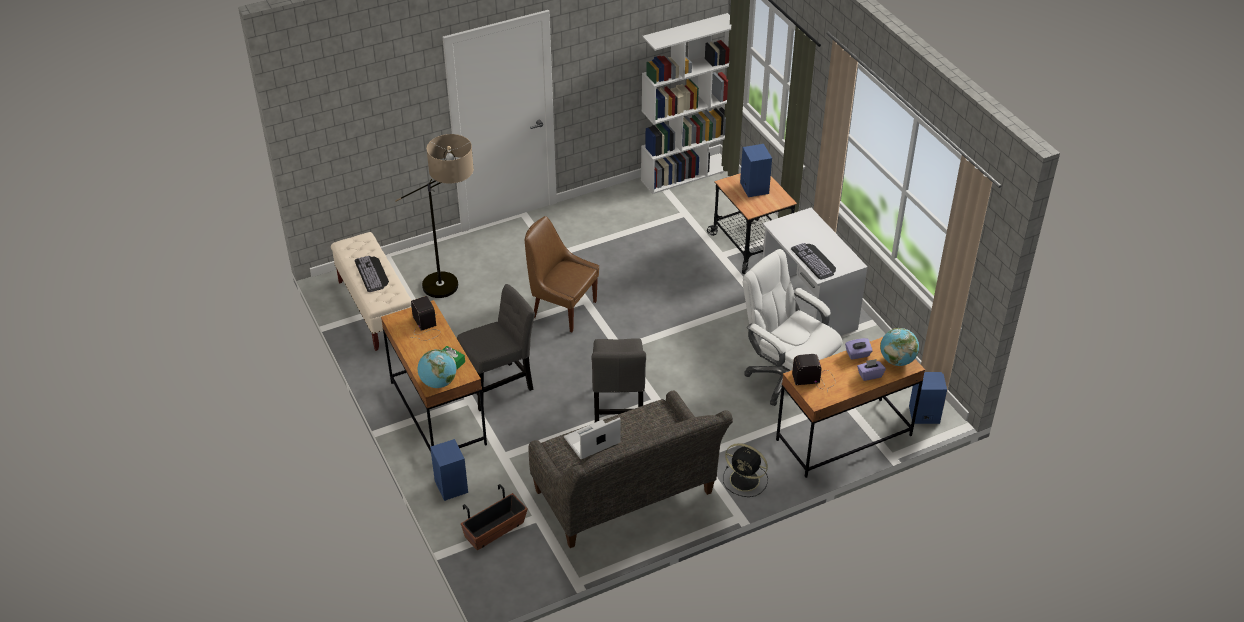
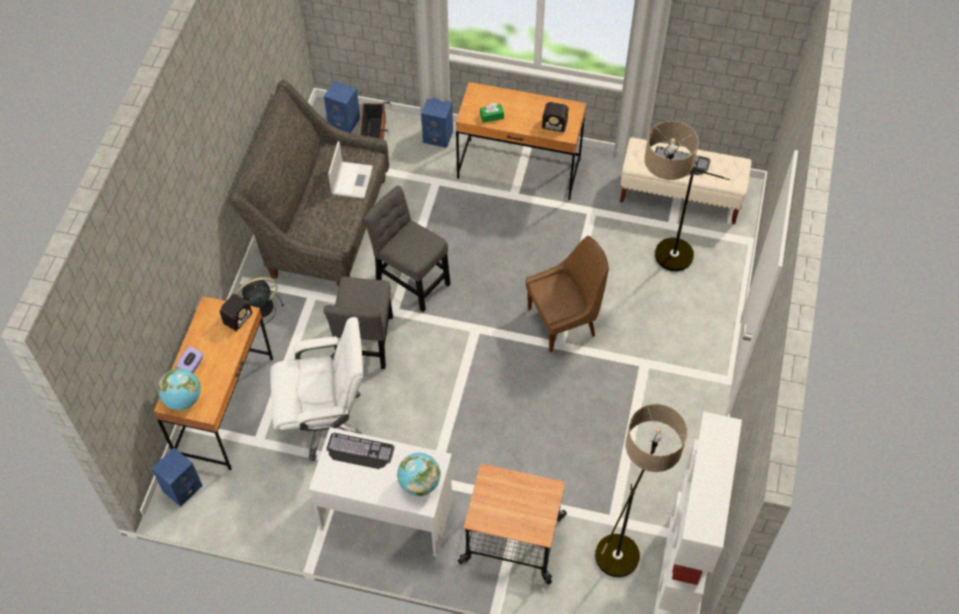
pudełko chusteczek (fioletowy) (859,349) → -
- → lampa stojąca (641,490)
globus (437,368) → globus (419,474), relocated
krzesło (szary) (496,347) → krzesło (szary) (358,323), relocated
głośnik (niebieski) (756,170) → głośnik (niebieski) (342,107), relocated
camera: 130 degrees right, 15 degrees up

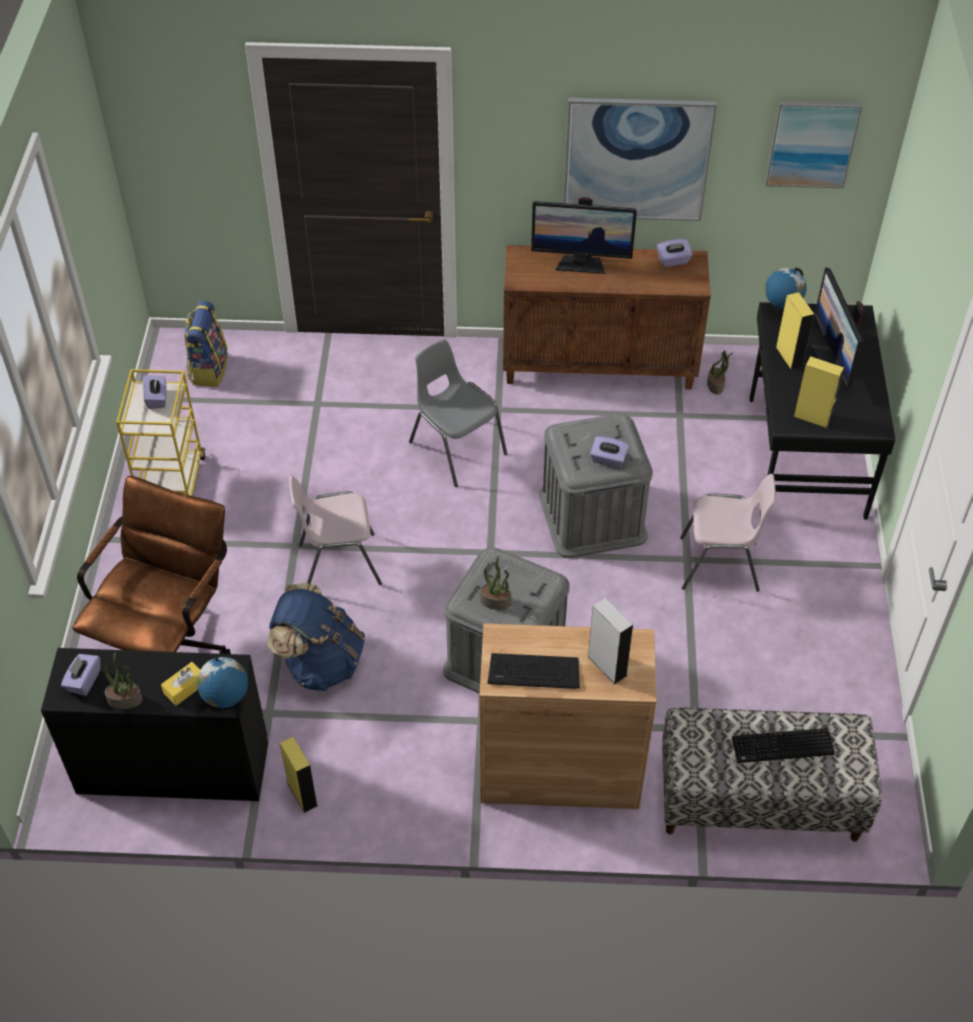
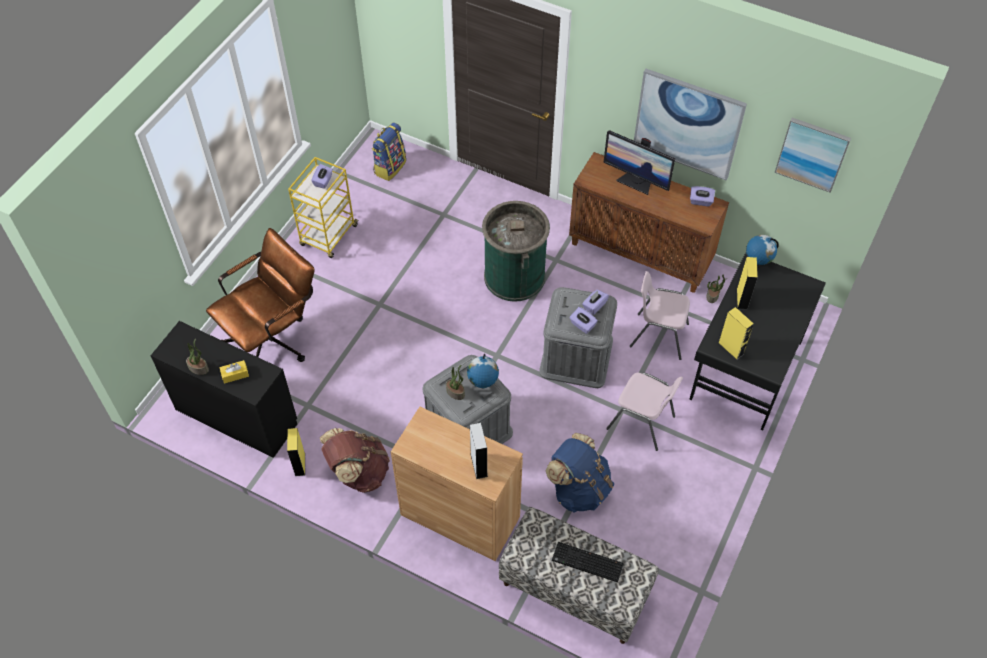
klawiatura (533,671) → -
monitor (838,328) → -
- → plecak (brązowy) (355,460)
pudełko chusteczek (fioletowy) (81,675) → pudełko chusteczek (fioletowy) (595,302), relocated
globus (222,681) → globus (483,371), relocated
plecak (niebieski) (316,637) → plecak (niebieski) (580,472), relocated
krzesło (różowy) (335,530) → krzesło (różowy) (660,315), relocated
krzesło (szary) (458,413) → kosz na śmieci (zielony) (516,251)
camera: 25 degrees right, 5 degrees up

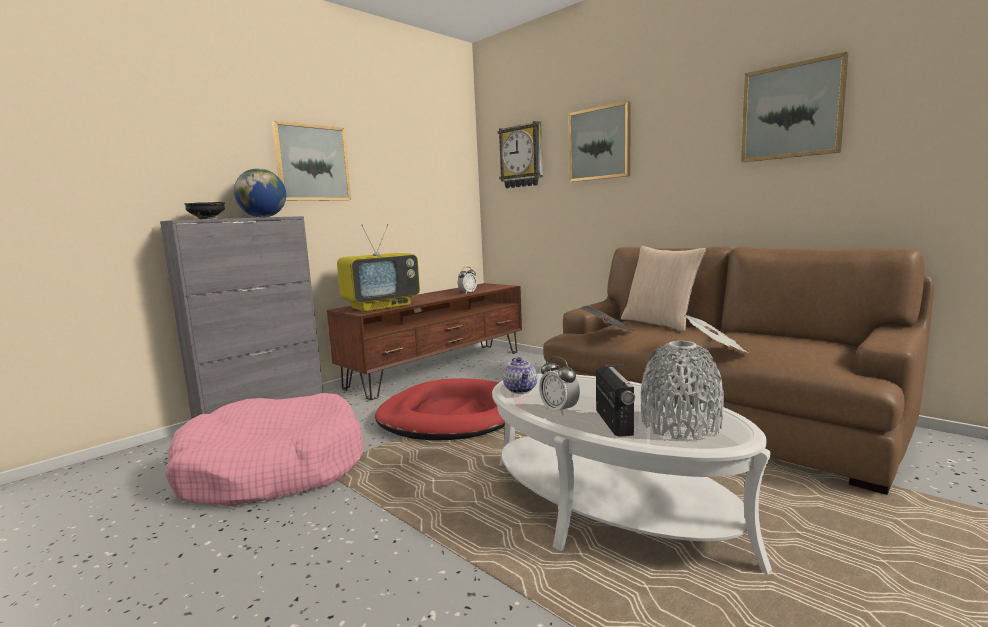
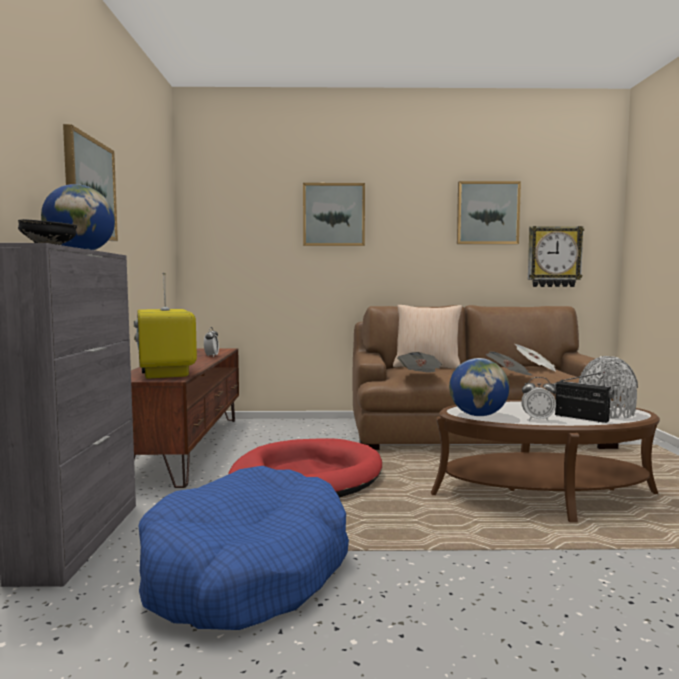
- → gazeta (536,358)
zegar ścienny (520,154) → zegar ścienny (556,256), relocated
imbryk (520,375) → globus (479,387)
legowisko (różowy) (264,449) → legowisko (niebieski) (243,548)
ława (biały) (632,474) → ława (brązowy) (545,461)
telewizor (378,268) → telewizor (165,326), 150 degrees clockwise
camera: 45 degrees left, 5 degrees down

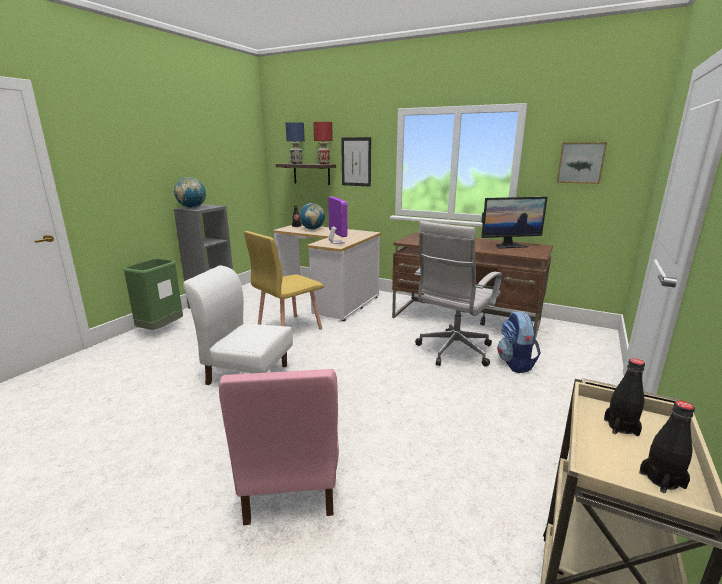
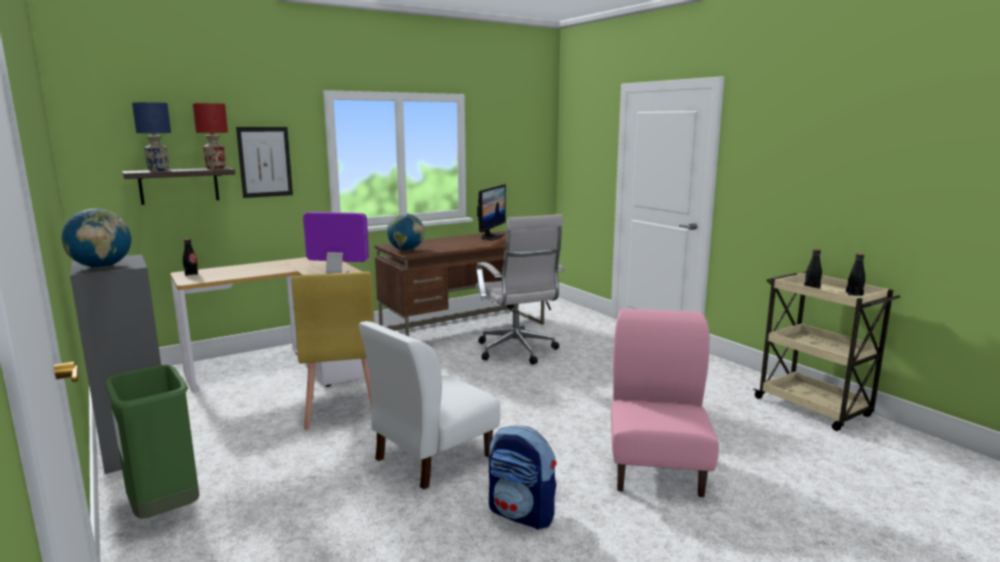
obraz (582,163) → -
globus (312,216) → globus (405,232), relocated
plecak (519,342) → plecak (523,478), relocated
krzesło (różowy) (279,447) → krzesło (różowy) (665,403), 105 degrees counterclockwise
camera: 60 degrees left, 5 degrees down

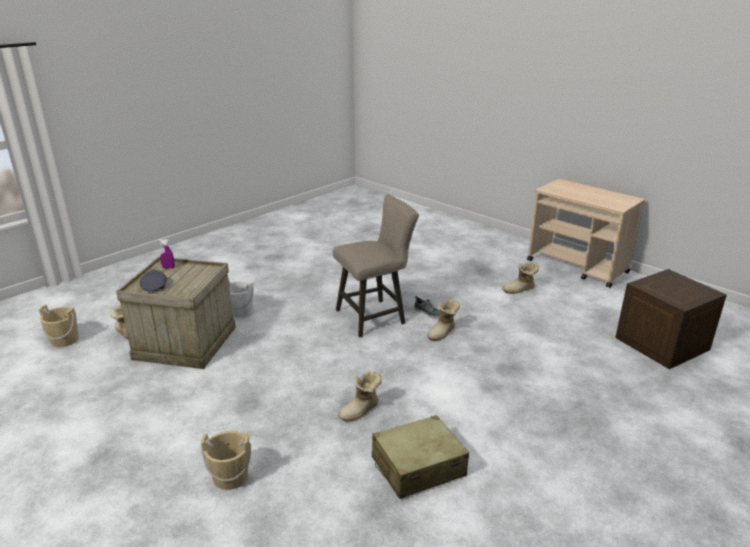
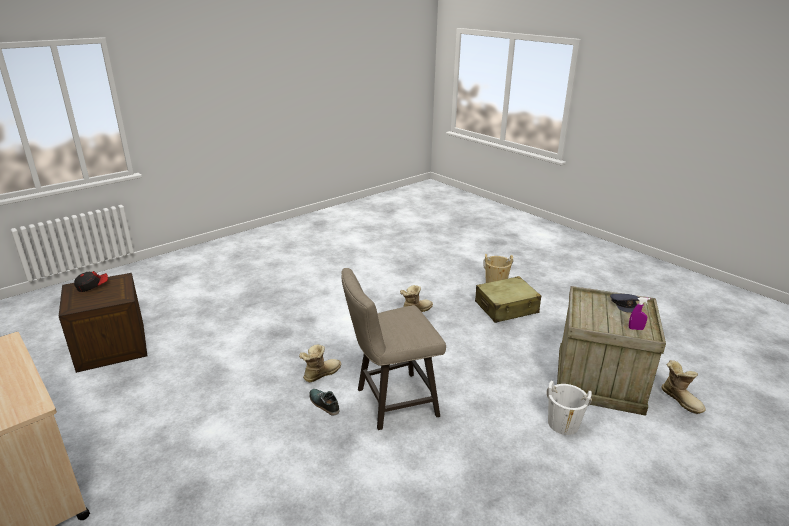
wiadro (beżowy) (58,326) → -
but z cholewką (520,278) → -
- → czapka z daszkiem (91,281)
walizka (beżowy) (420,457) → walizka (beżowy) (508,299), relocated
camera: 175 degrees left, 0 degrees up

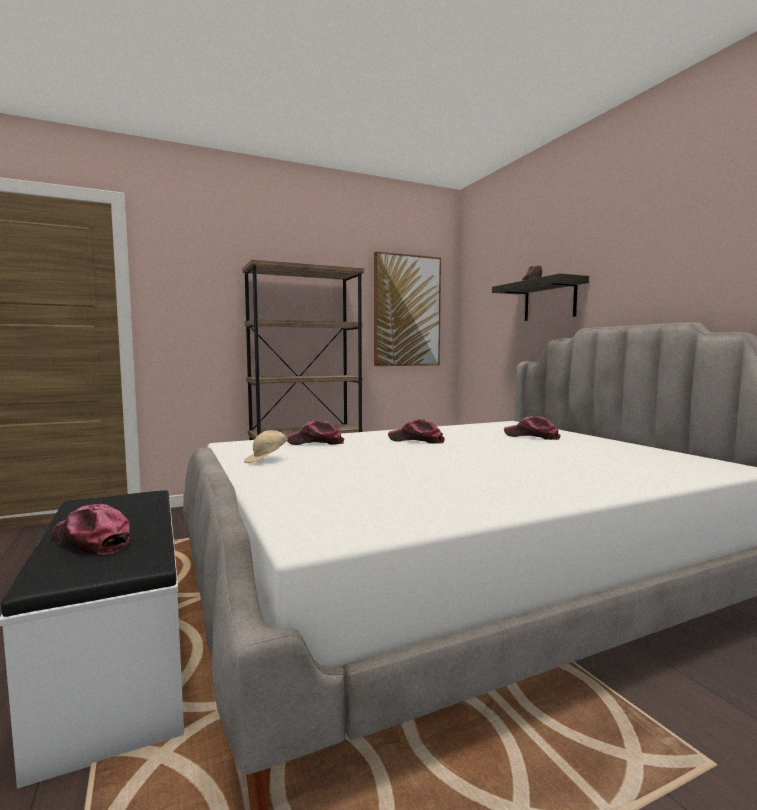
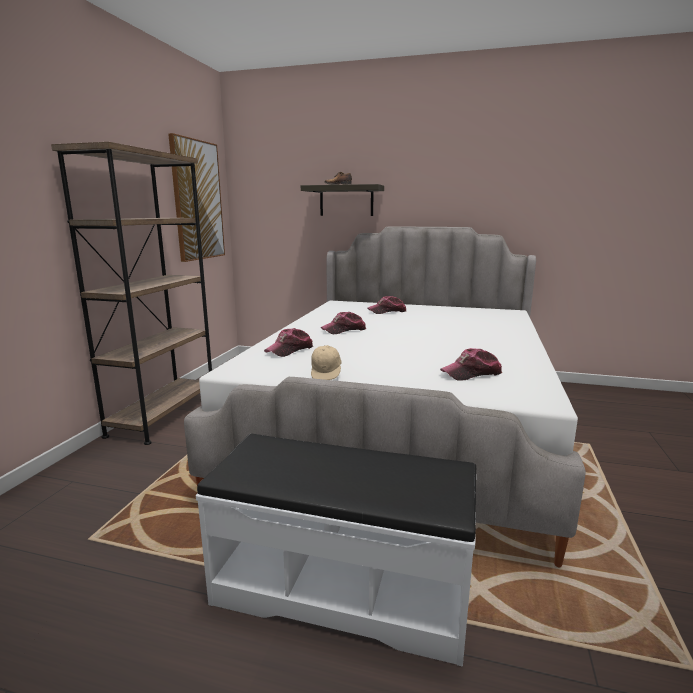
czapka z daszkiem (90,529) → czapka z daszkiem (471,364), relocated
camera: 50 degrees left, 10 degrees up

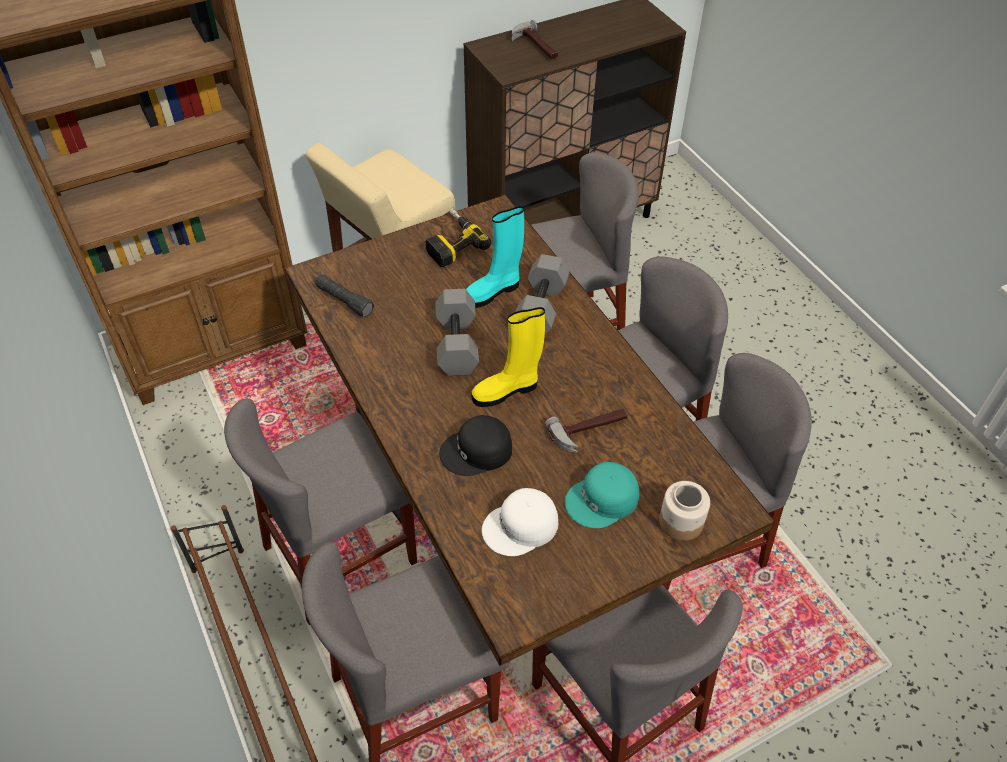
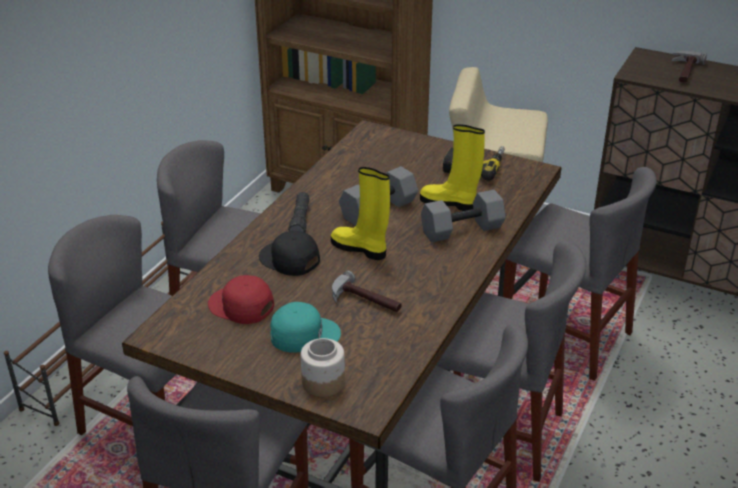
latarka (czarny) (344,296) → latarka (czarny) (299,212), relocated
but z cholewką (turkusowy) (495,257) → but z cholewką (żółty) (452,167)
czapka z daszkiem (biały) (520,522) → czapka z daszkiem (czerwony) (241,299)
czapka z daszkiem (turkusowy) (602,495) → czapka z daszkiem (turkusowy) (305,327), 150 degrees clockwise
camera: 55 degrees right, 15 degrees down

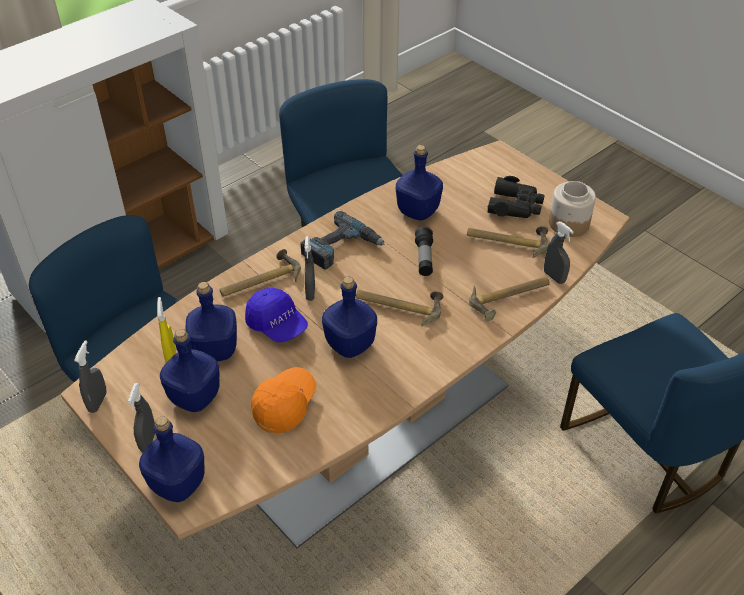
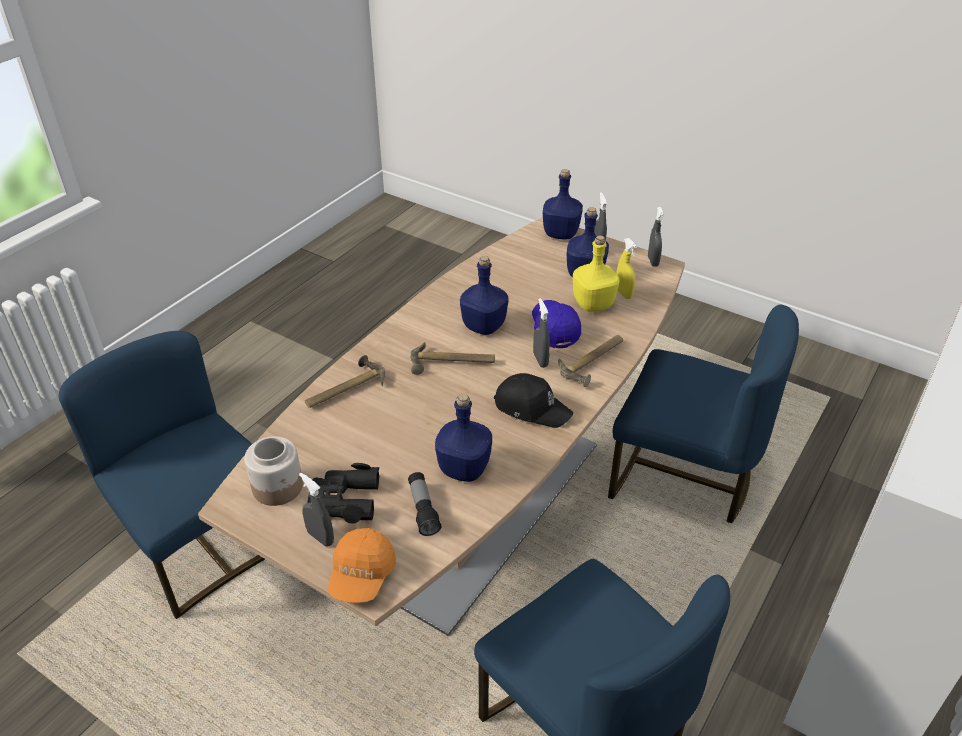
młotek (508,242) → -
czapka z daszkiem (pomarańczowy) (283,400) → czapka z daszkiem (pomarańczowy) (362,565), relocated
latarka (424,251) → latarka (424,504), relocated
spryskiwacz (szary) (559,253) → spryskiwacz (szary) (316,509), relocated
wiertarka (343,240) → czapka z daszkiem (czarny) (533,400)
butelka (niebieski) (211,322) → butelka (żółty) (596,273)
czapka z daszkiem (niebieski) (276,315) → czapka z daszkiem (niebieski) (556,324), 45 degrees clockwise
camera: 165 degrees right, 5 degrees down

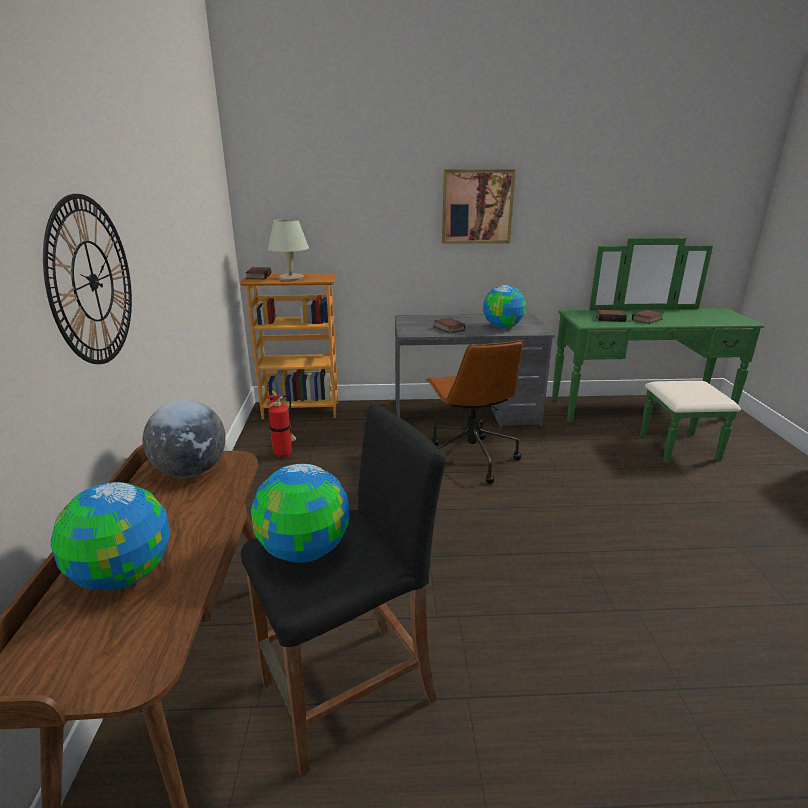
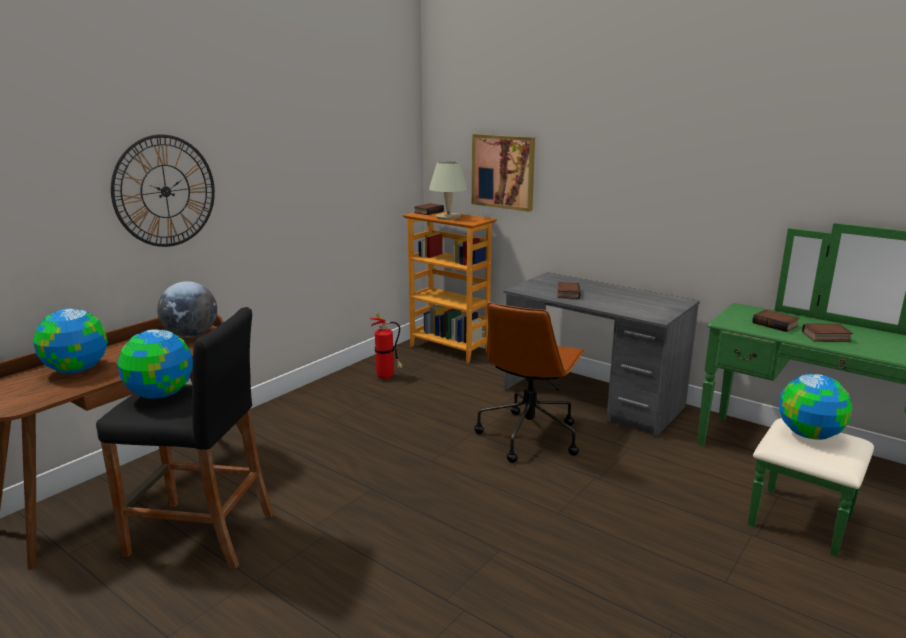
obraz (479,206) → obraz (503,173), relocated
globus (504,306) → globus (816,407), relocated
camera: 40 degrees right, 5 degrees down

